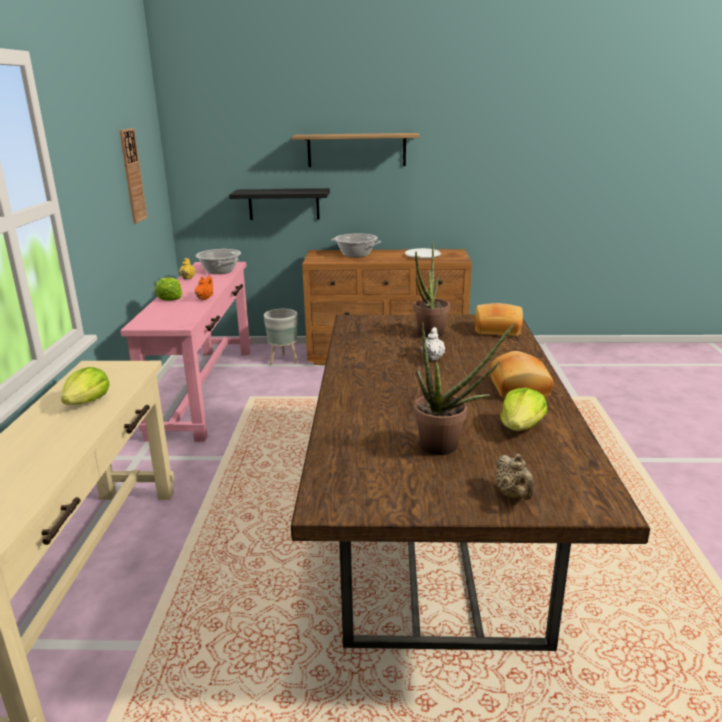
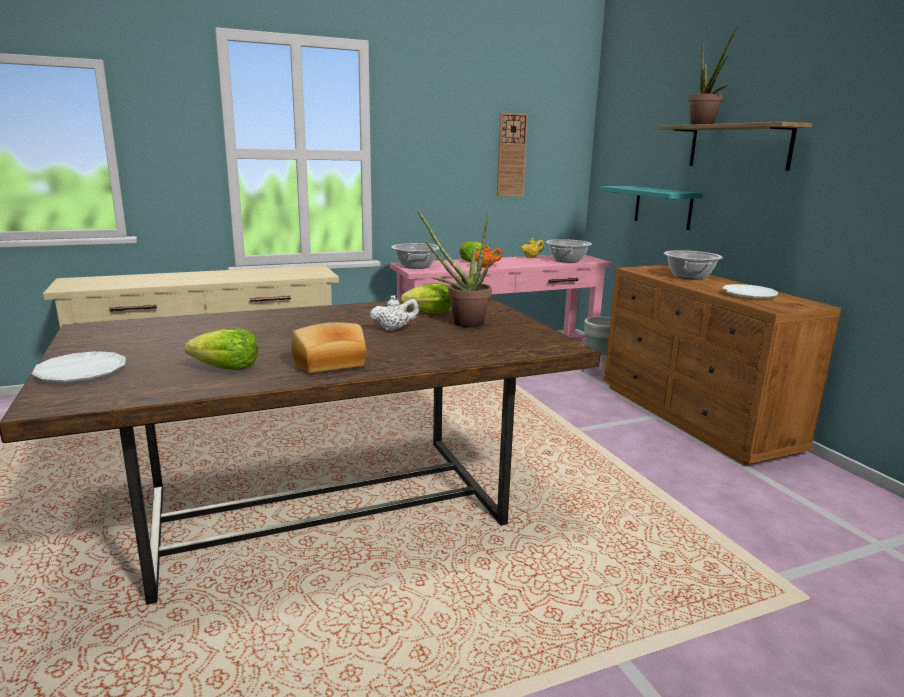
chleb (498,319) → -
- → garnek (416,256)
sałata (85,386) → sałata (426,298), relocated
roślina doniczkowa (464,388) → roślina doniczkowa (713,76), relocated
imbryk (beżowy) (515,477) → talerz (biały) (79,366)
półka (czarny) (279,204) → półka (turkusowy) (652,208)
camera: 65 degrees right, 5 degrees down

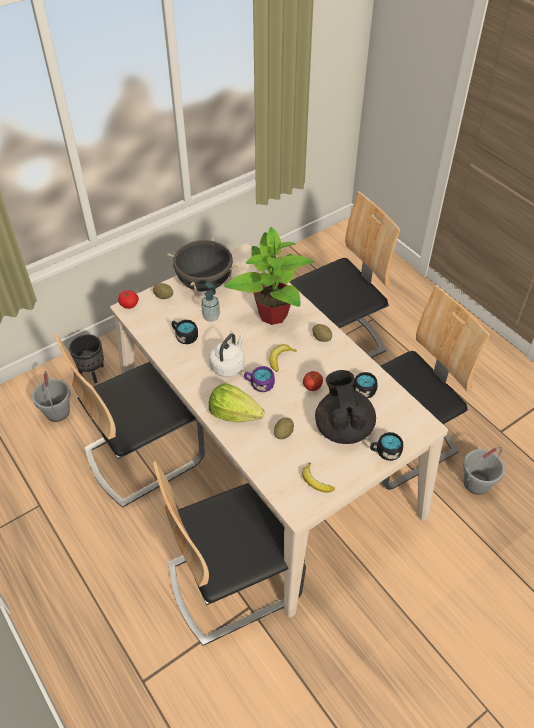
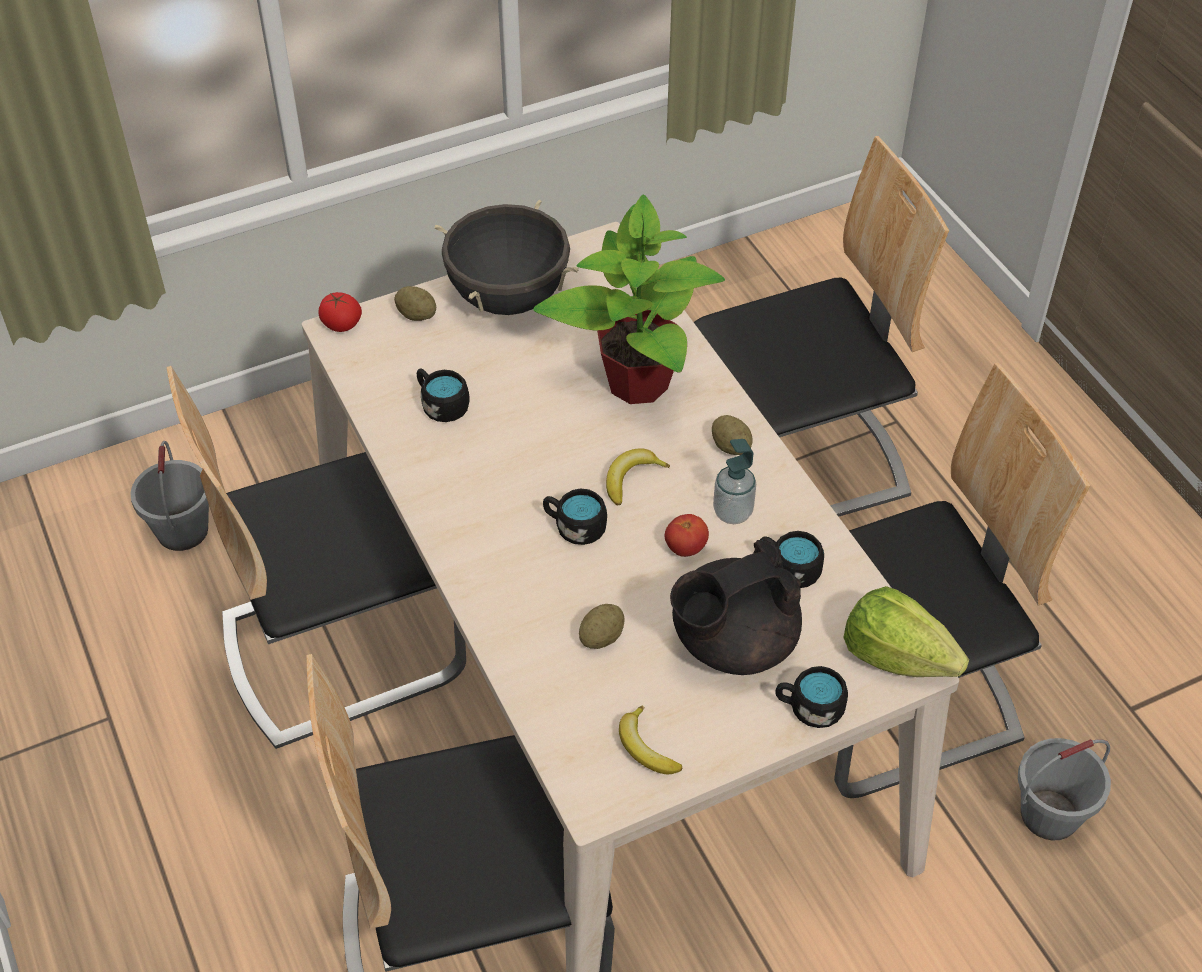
donica (czarny) (86,358) → -
czajnik (biały) (226,355) → -
dozownik mydła (210,301) → dozownik mydła (734,481), relocated
sałata (237,402) → sałata (906,631), relocated
kubek (fioletowy) (259,379) → kubek (czarny) (575,517)
imbryk (czarny) (345,407) → imbryk (czarny) (736,607), 120 degrees counterclockwise
camera: 10 degrees right, 0 degrees up

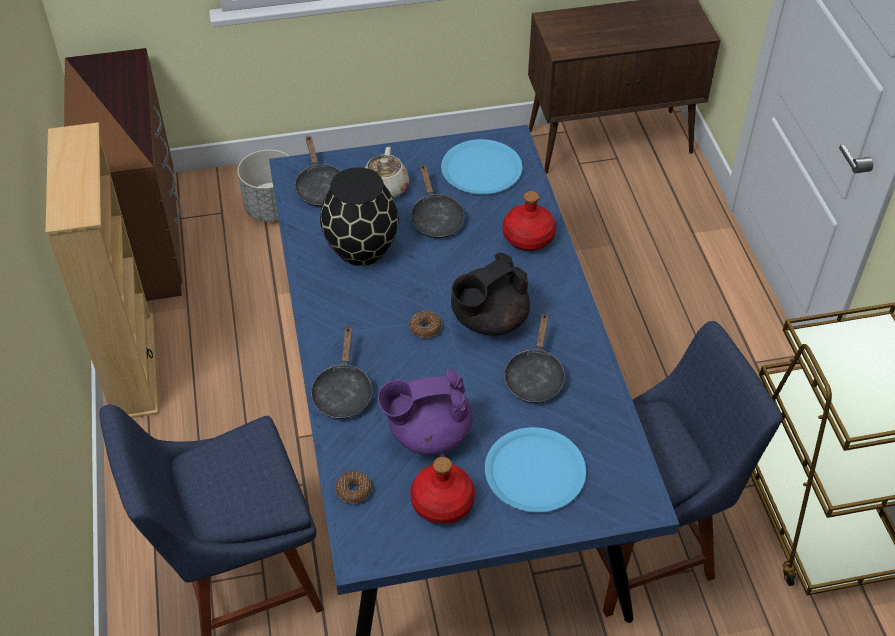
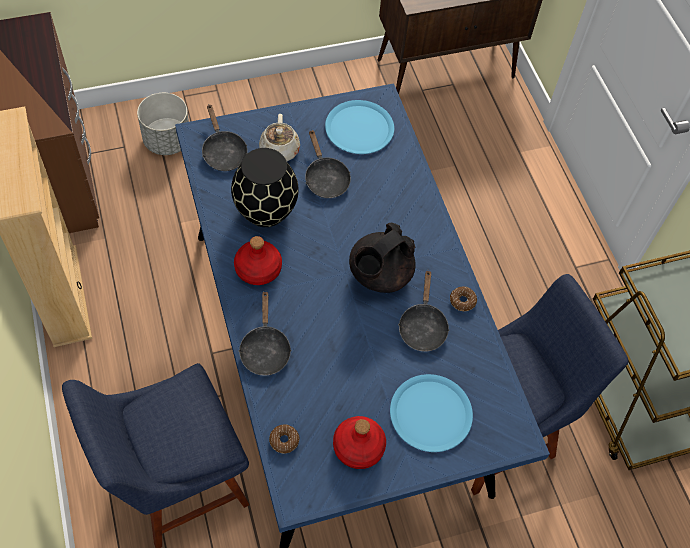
imbryk (fioletowy) (425,412) → -
donut (425,324) → donut (463,299), relocated
butelka (czerwony) (529,221) → butelka (czerwony) (258,260), relocated
camera: 10 degrees left, 10 degrees up

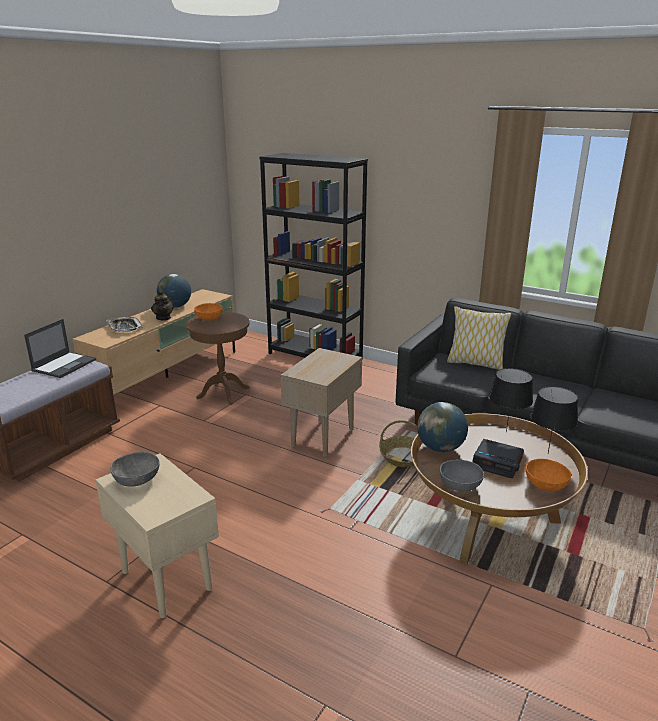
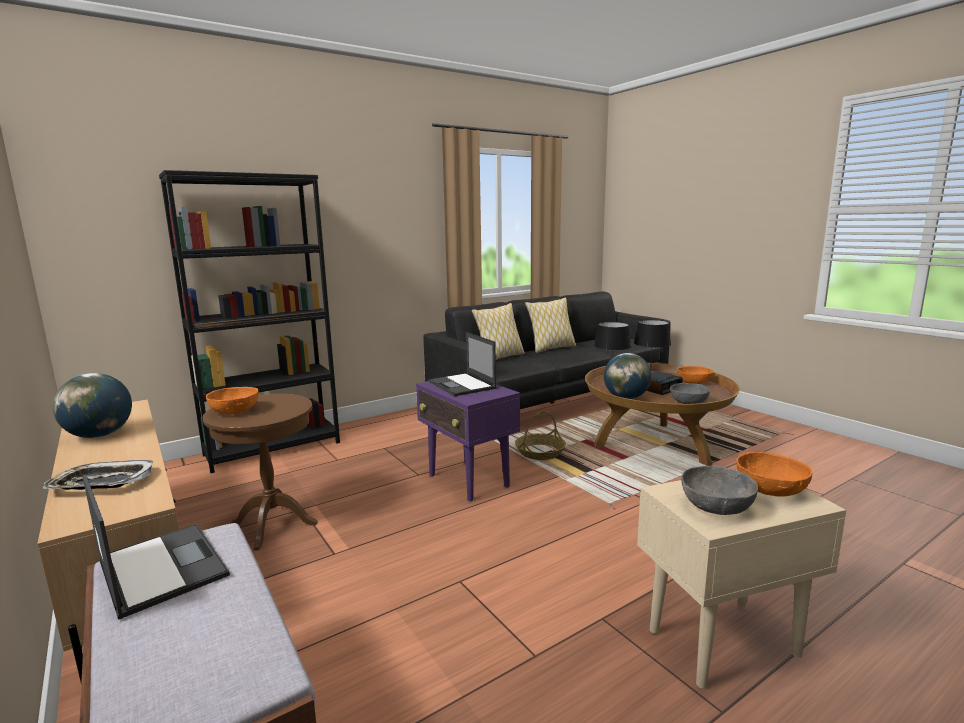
imbryk (162,305) → -
- → laptop (463,364)
- → poduszka (550,325)
- → miska (pomarańczowy) (774,474)
stolik (beżowy) (321,402) → stolik (fioletowy) (468,441)
camera: 65 degrees left, 10 degrees down

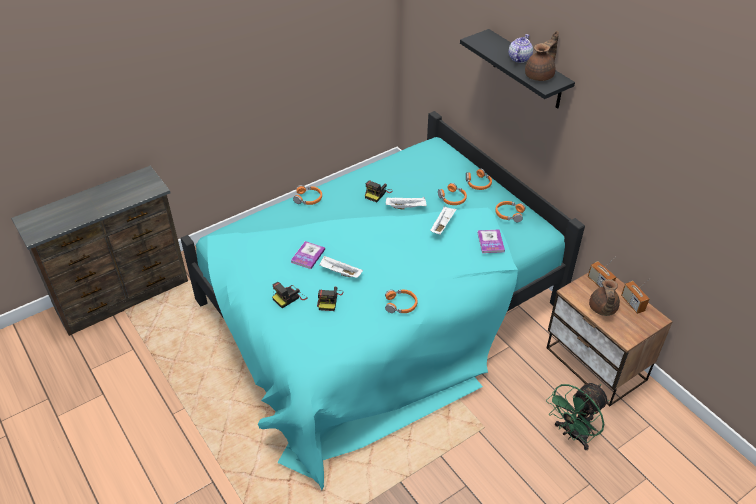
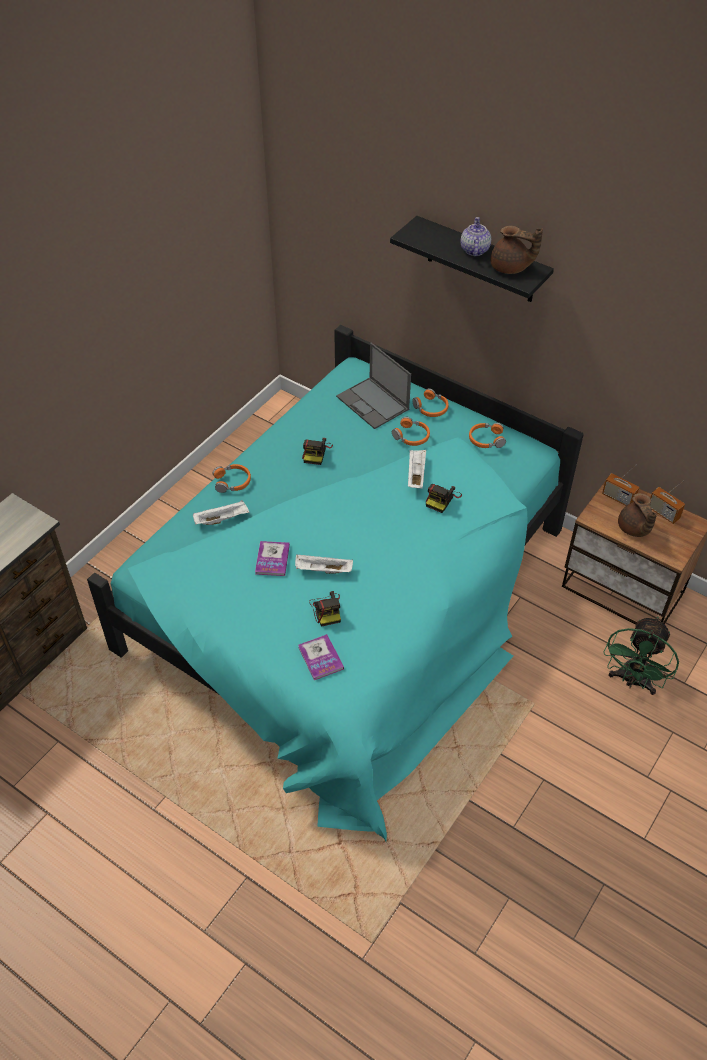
słuchawki (pomarańczowy) (401,301) → -
- → laptop (373,385)
aparat fotograficzny (290,295) → aparat fotograficzny (444,498), relocated
taca (biały) (406,203) → taca (biały) (221,512), relocated
książka (491,241) → książka (321,657), relocated
imbryk (brązowy) (542,56) → imbryk (brązowy) (517,250), 90 degrees clockwise
camera: 20 degrees left, 5 degrees up

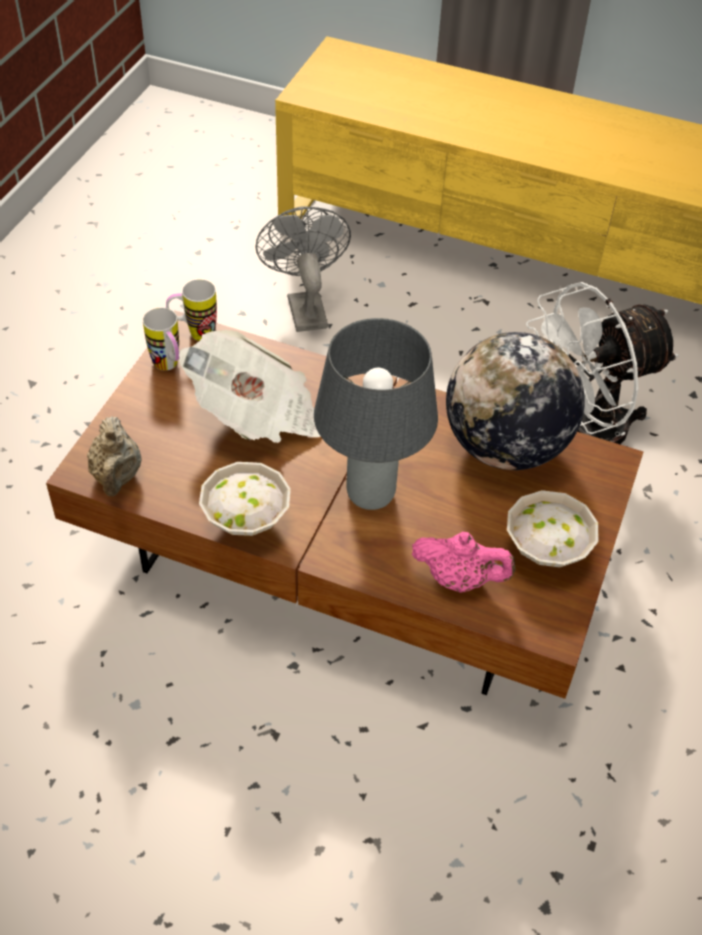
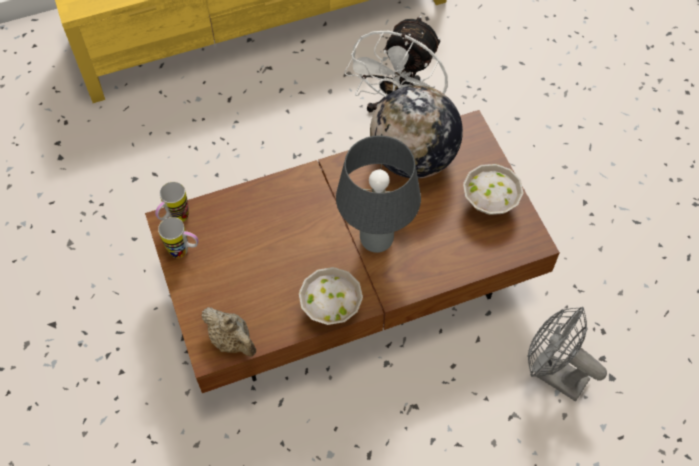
gazeta (249,386) → -
imbryk (różowy) (463,562) → -
wentylator (szary) (303,269) → wentylator (szary) (567,354), relocated
camera: 40 degrees left, 10 degrees up

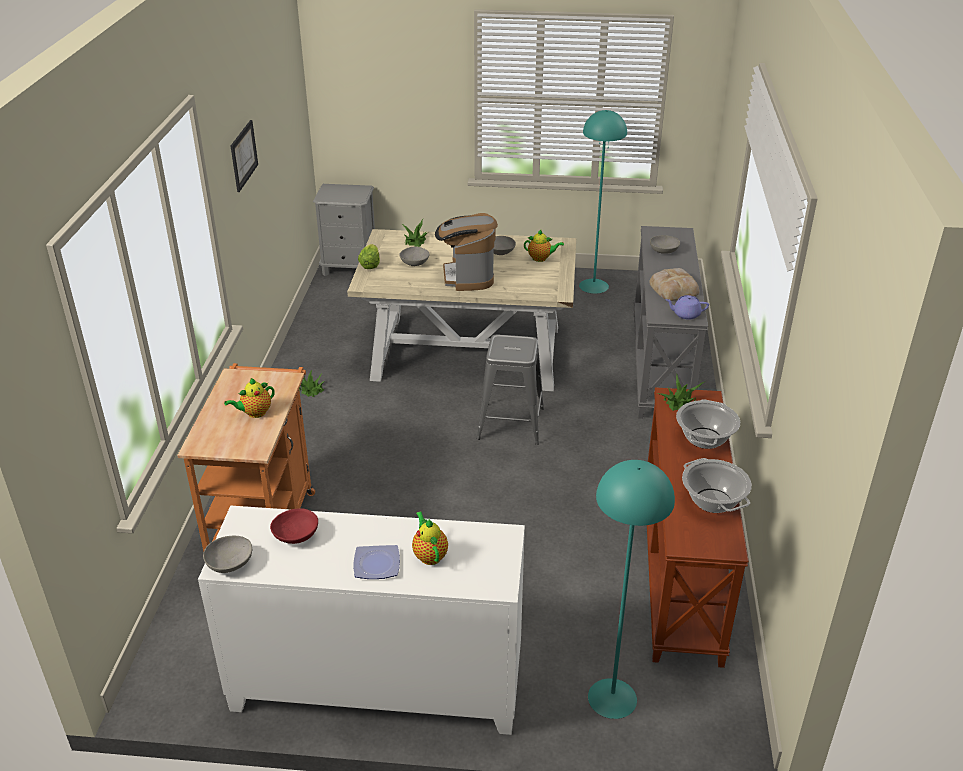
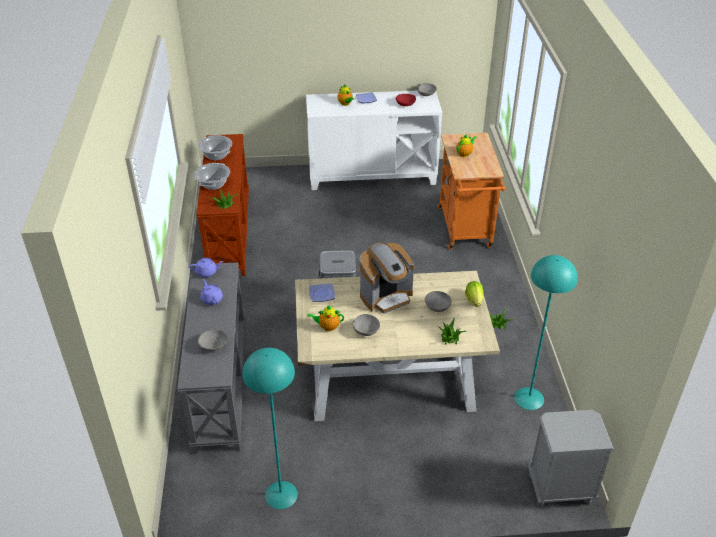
obraz (244,156) → -
- → talerz (322,292)
lampa stojąca (turkusowy) (631,589) → lampa stojąca (turkusowy) (546,332), relocated
chleb (674,284) → imbryk (fioletowy) (211,292)
ekspres do kawy (466,252) → ekspres do kawy (387,278), 75 degrees clockwise
camera: 170 degrees right, 5 degrees up

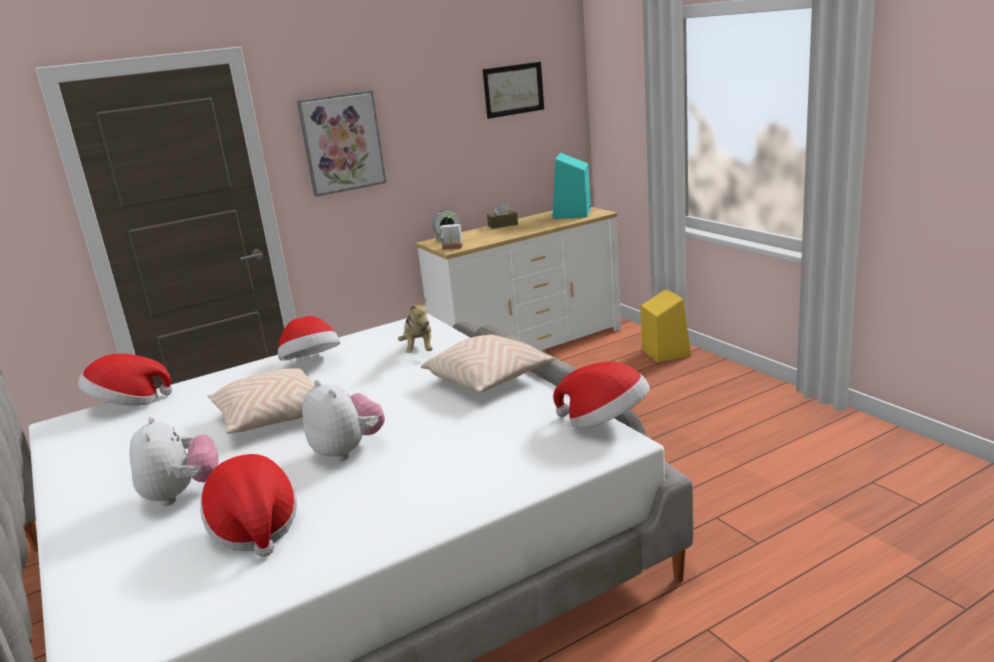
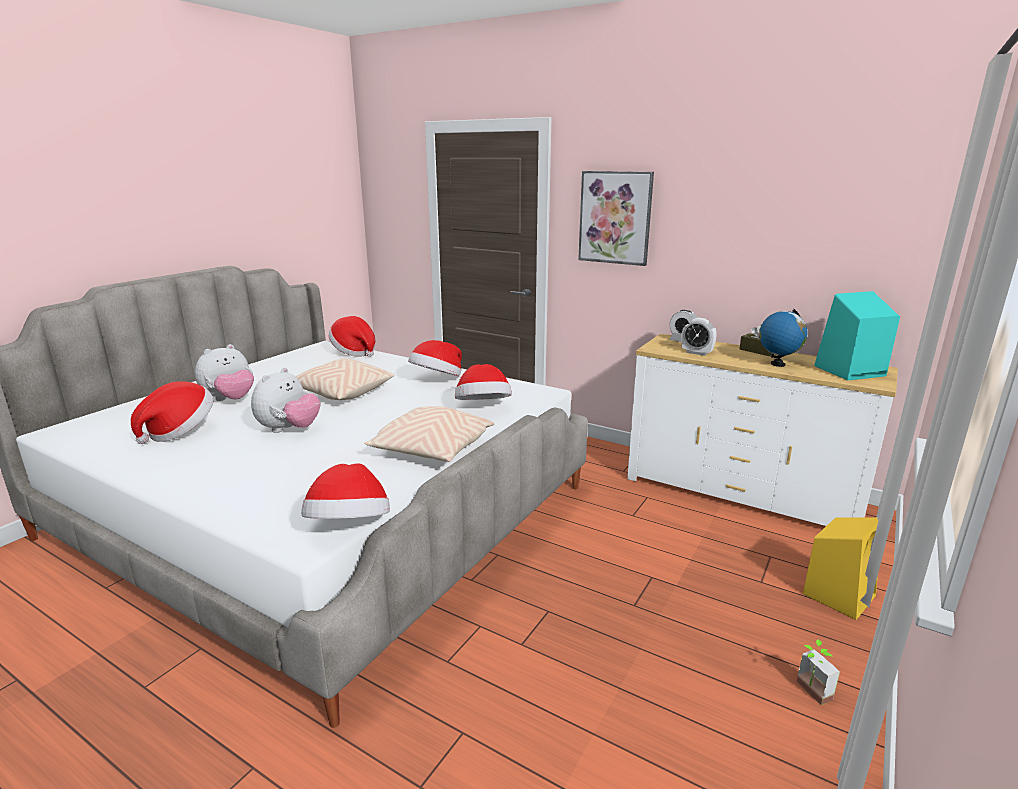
obraz (513,90) → -
- → budzik (699,337)
- → globus (783,338)
roślina doniczkowa (451,231) → roślina doniczkowa (818,672), relocated
pluszak (415,326) → kapelusz (483,382)
camera: 60 degrees right, 0 degrees up

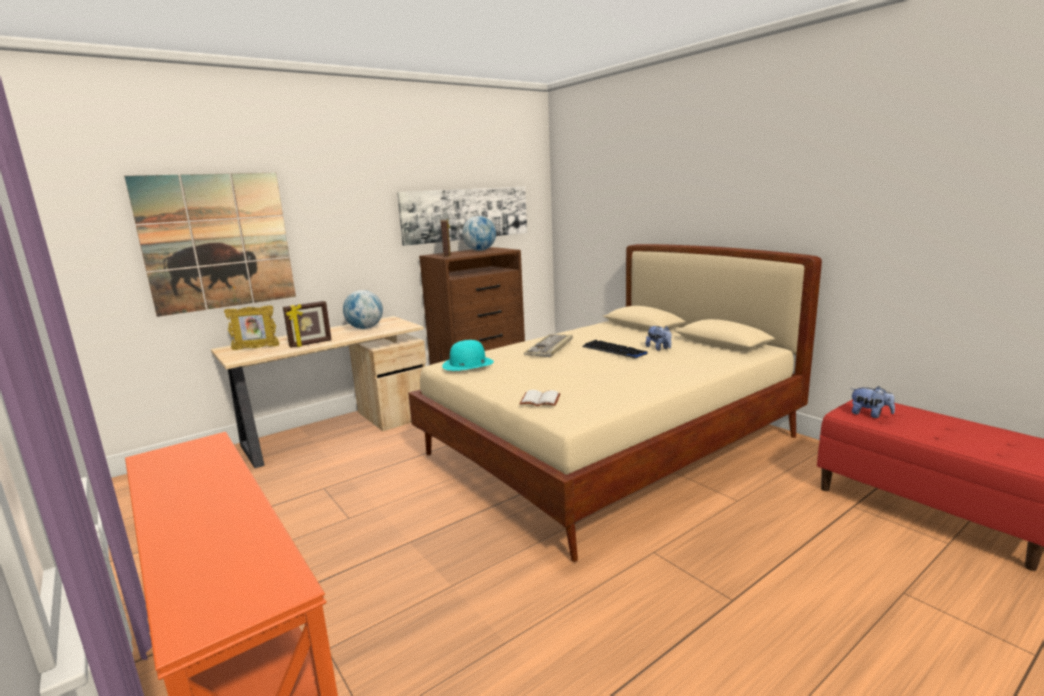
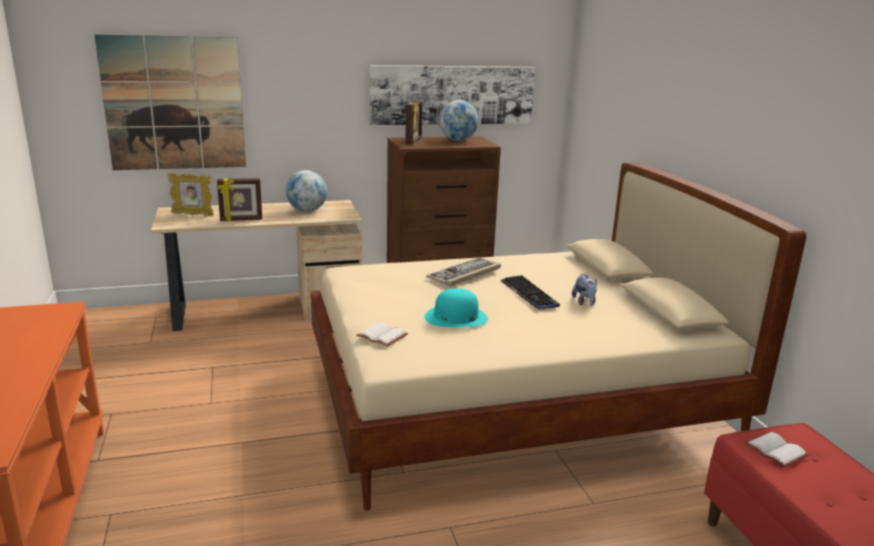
kapelusz (turkusowy) (468,355) → kapelusz (turkusowy) (456,307), relocated
pluszak (872,402) → książka (biały) (777,449)
camera: 20 degrees right, 5 degrees up

